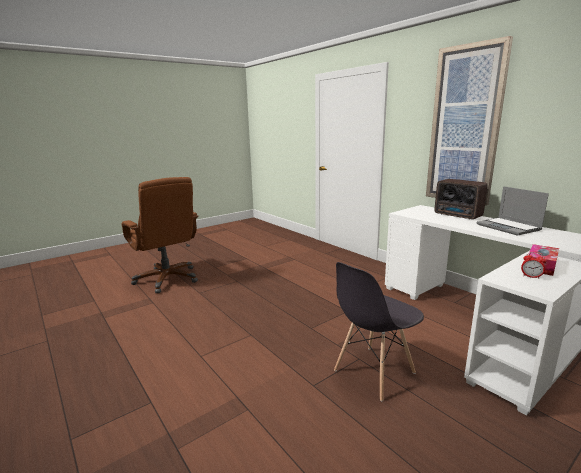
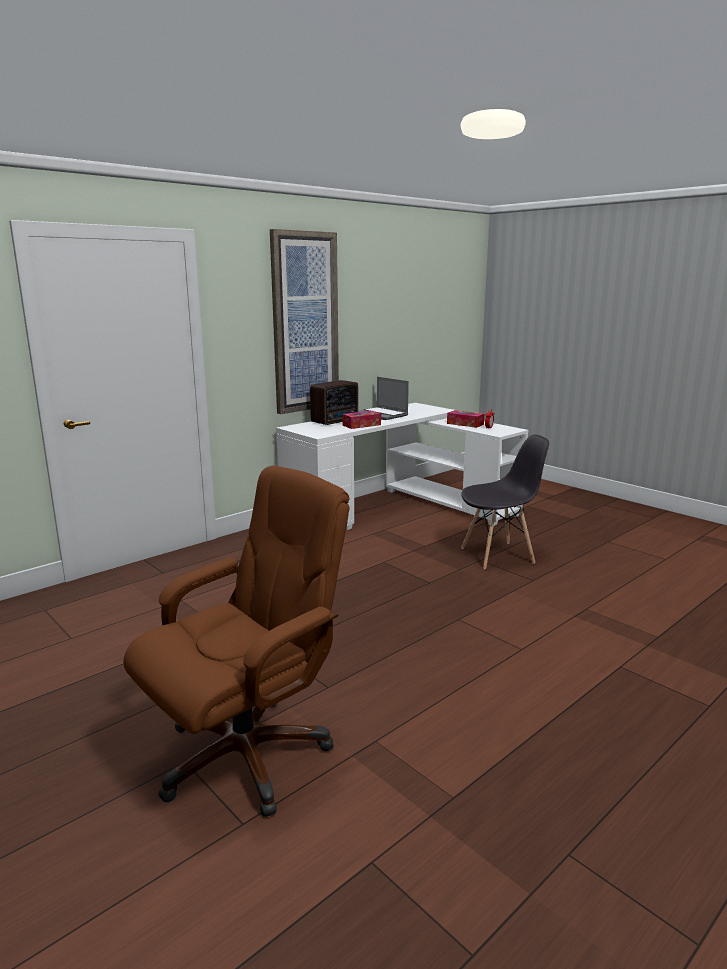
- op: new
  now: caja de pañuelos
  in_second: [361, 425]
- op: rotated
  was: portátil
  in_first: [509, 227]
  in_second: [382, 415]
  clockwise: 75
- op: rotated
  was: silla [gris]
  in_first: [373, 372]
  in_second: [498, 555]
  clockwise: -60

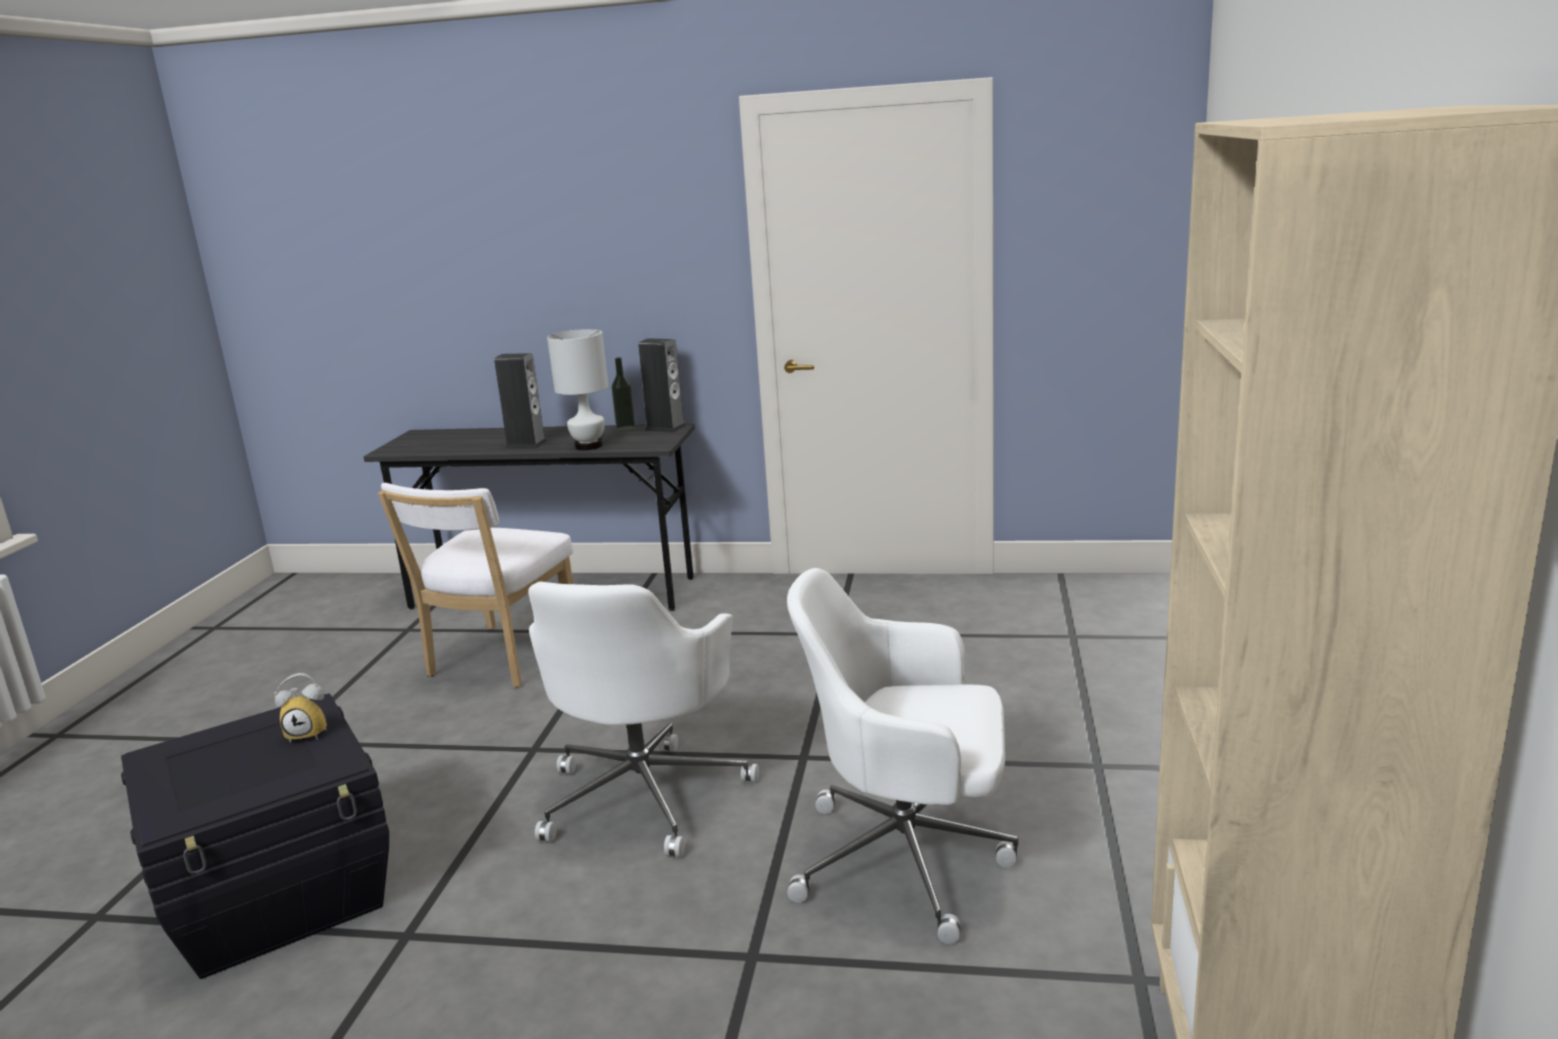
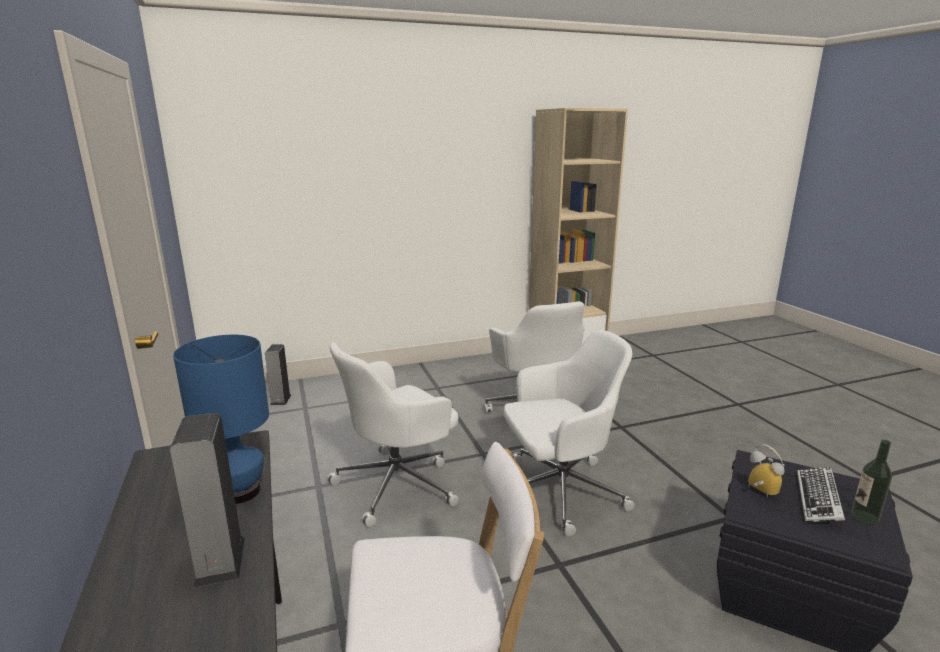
- op: repainted
  was: lámpara de mesa [blanco]
  now: lámpara de mesa [azul]
  in_first: [588, 446]
  in_second: [239, 492]
- op: shifted
  was: altavoz
  in_first: [665, 428]
  in_second: [280, 400]
- op: new
  now: silla de oficina [blanco]
  in_second: [398, 484]
- op: new
  now: teclado
  in_second: [818, 499]
- op: shifted
  was: botella
  in_first: [626, 428]
  in_second: [864, 517]

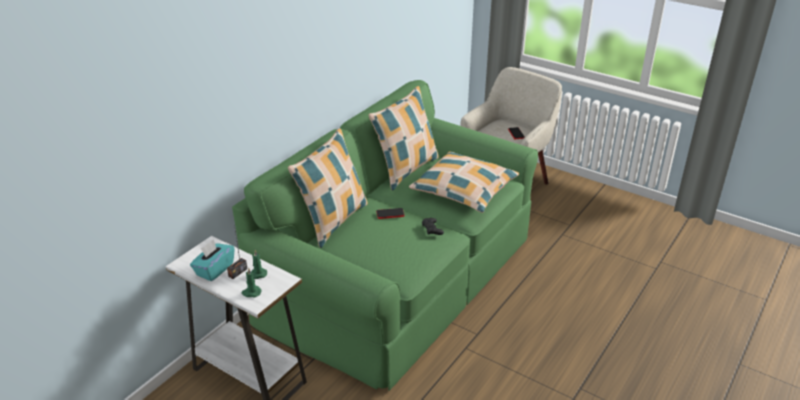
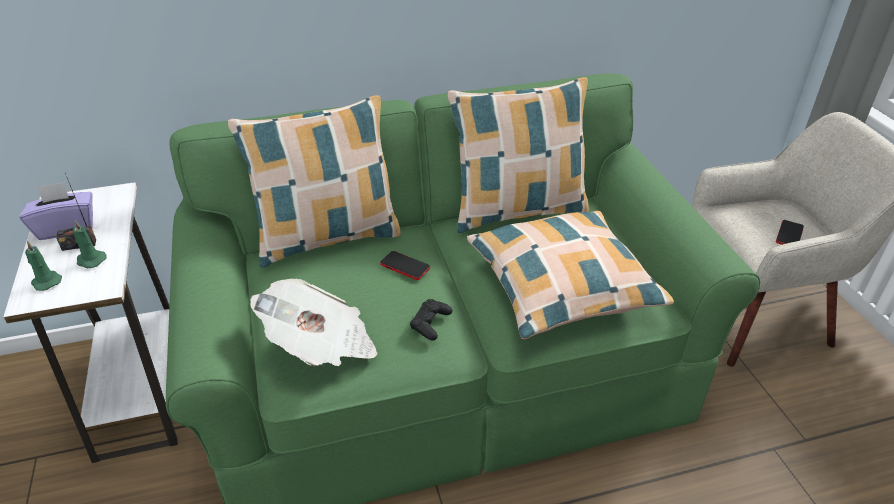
- op: repainted
  was: caja de pañuelos [turquesa]
  now: caja de pañuelos [morado]
  in_first: [214, 270]
  in_second: [66, 227]
- op: new
  now: periódico
  in_second: [321, 345]

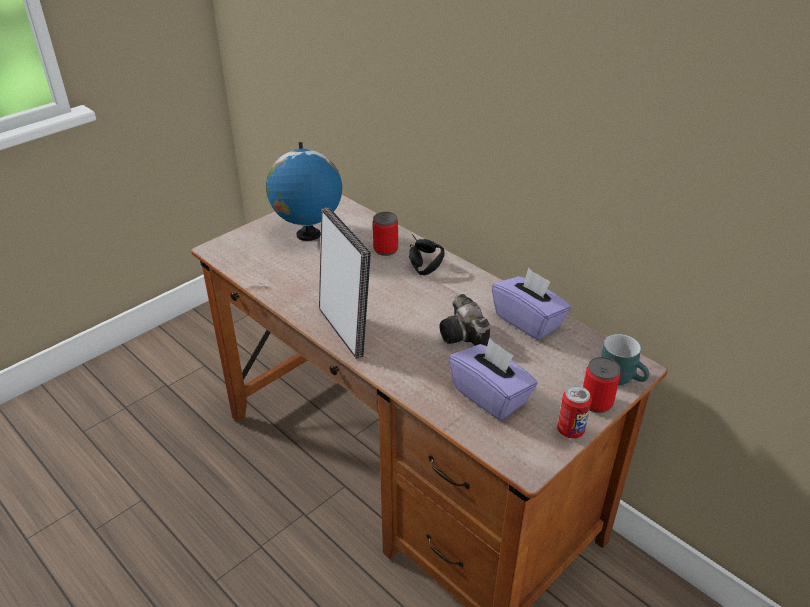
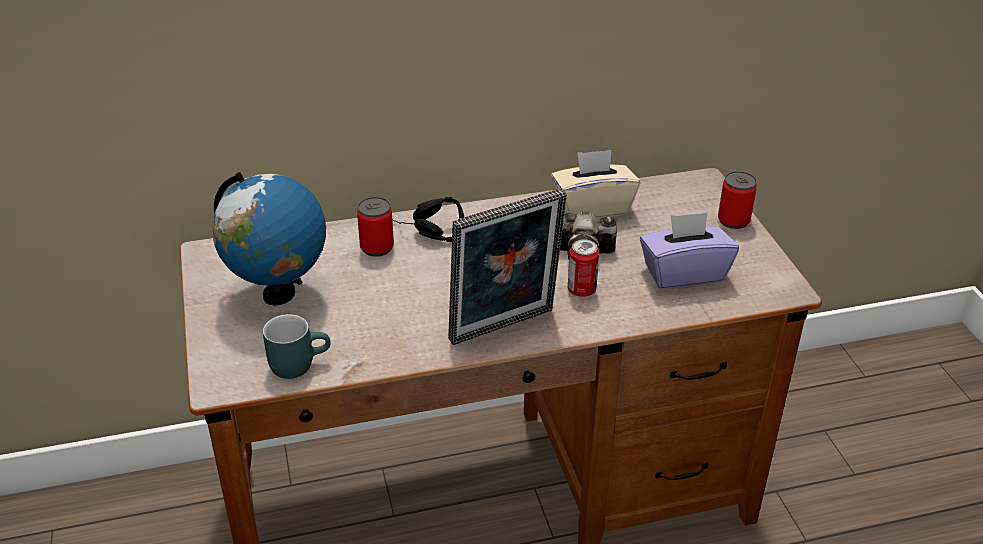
- op: shifted
  was: taza grande [turquesa]
  in_first: [622, 377]
  in_second: [298, 362]
- op: rotated
  was: portarretratos
  in_first: [345, 330]
  in_second: [504, 329]
  clockwise: 150
- op: repainted
  was: caja de pañuelos [morado]
  now: caja de pañuelos [beis]
  in_first: [528, 321]
  in_second: [592, 207]
- op: shifted
  was: lata
  in_first: [570, 430]
  in_second: [581, 290]

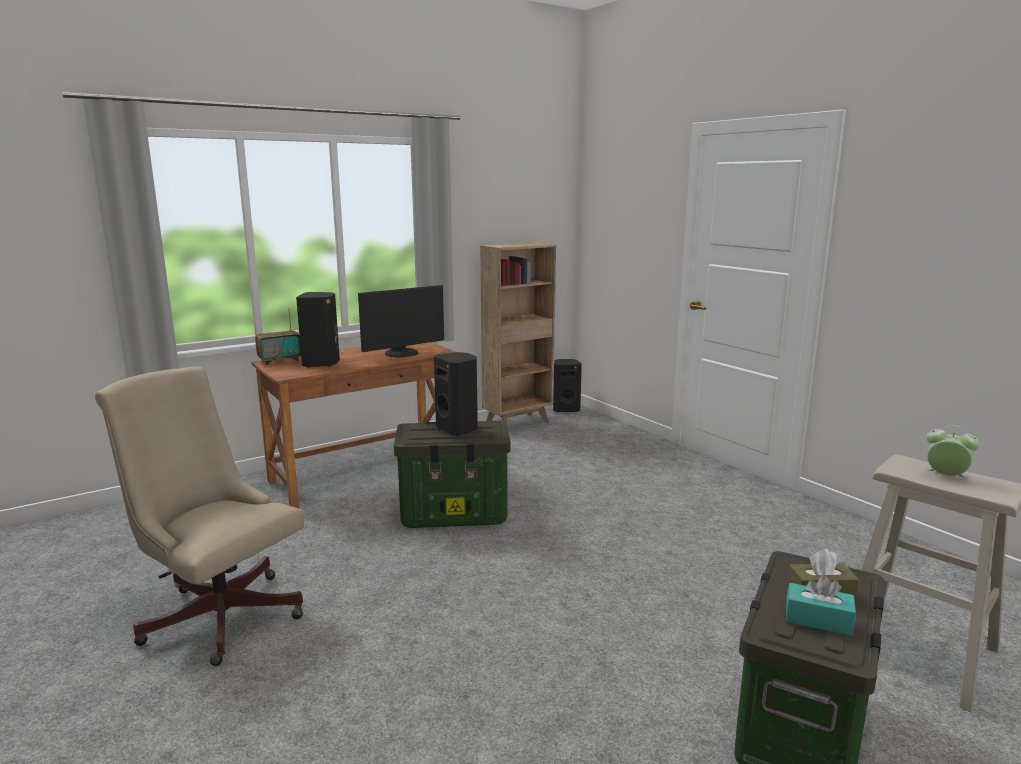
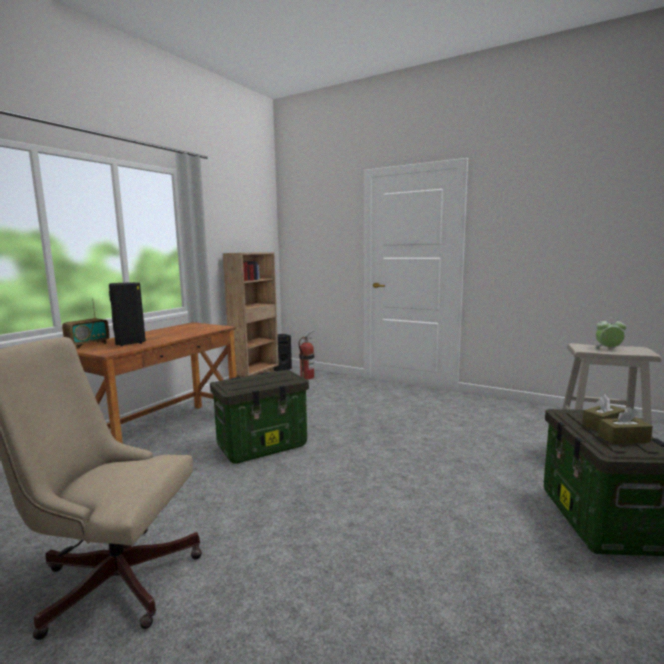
- op: new
  now: extintor
  in_second: [307, 377]
- op: repainted
  was: caja de pañuelos [turquesa]
  now: caja de pañuelos [marrón]
  in_first: [818, 620]
  in_second: [623, 438]
- op: gone
  was: monitor
  in_first: [402, 353]
- op: gone
  was: altavoz [negro]
  in_first: [458, 429]

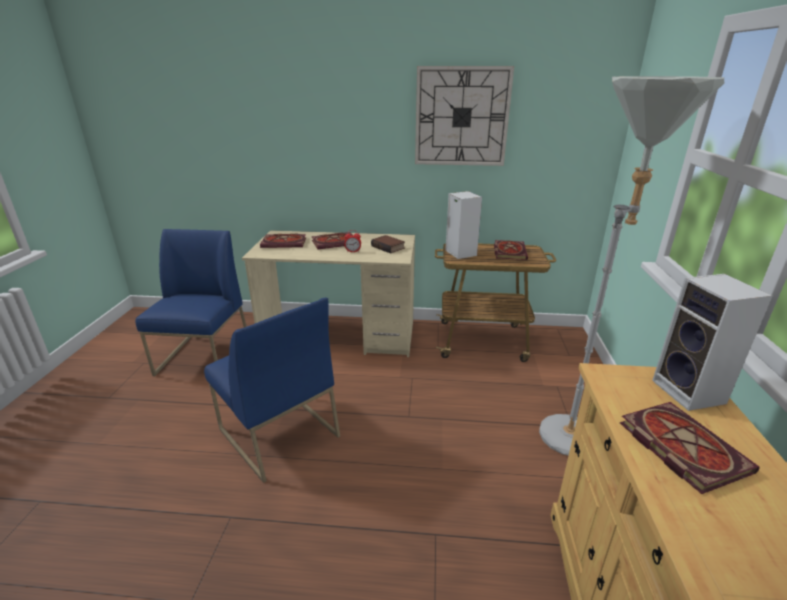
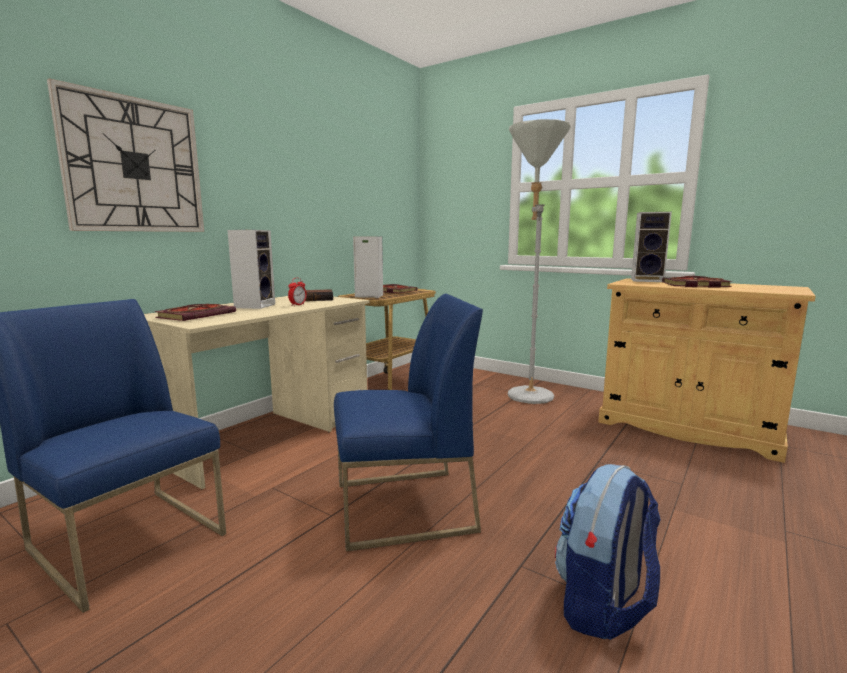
- op: shifted
  was: reloj de pared
  in_first: [461, 117]
  in_second: [134, 165]
- op: swapped
  was: libro
  now: altavoz
  in_first: [335, 242]
  in_second: [255, 306]
- op: new
  now: mochila
  in_second: [603, 605]

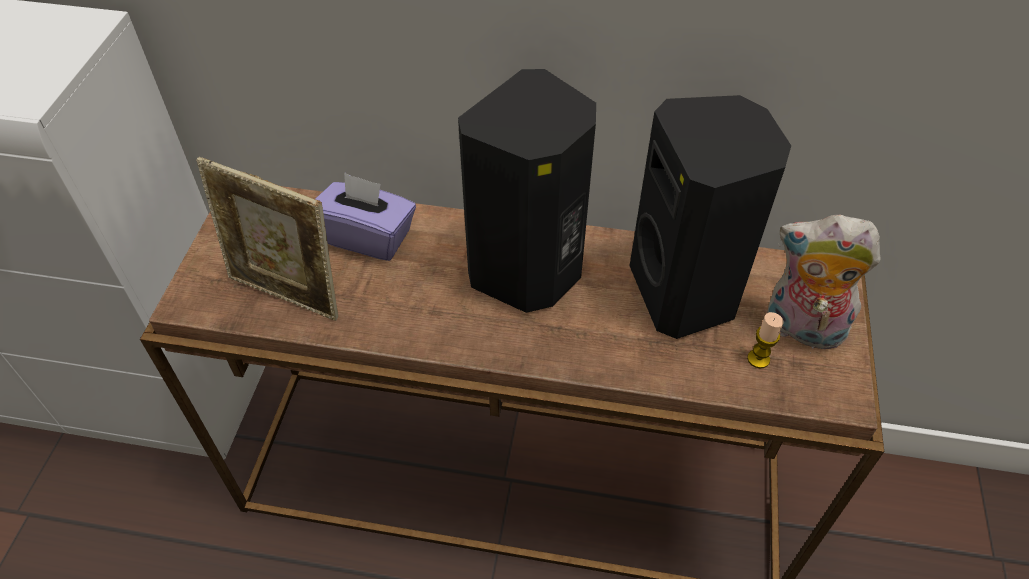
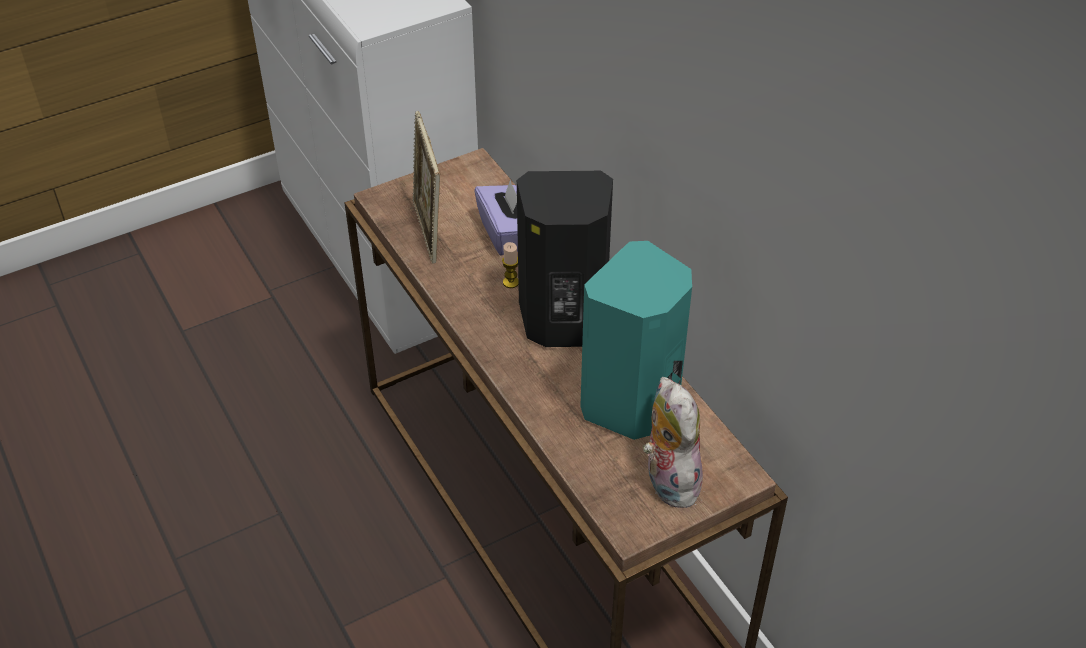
- op: shifted
  was: vela
  in_first: [758, 359]
  in_second: [511, 282]
- op: repainted
  was: altavoz [negro]
  now: altavoz [turquesa]
  in_first: [686, 292]
  in_second: [633, 405]

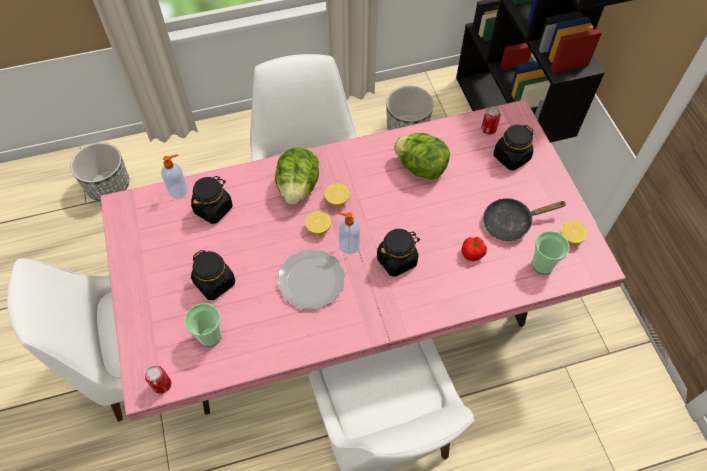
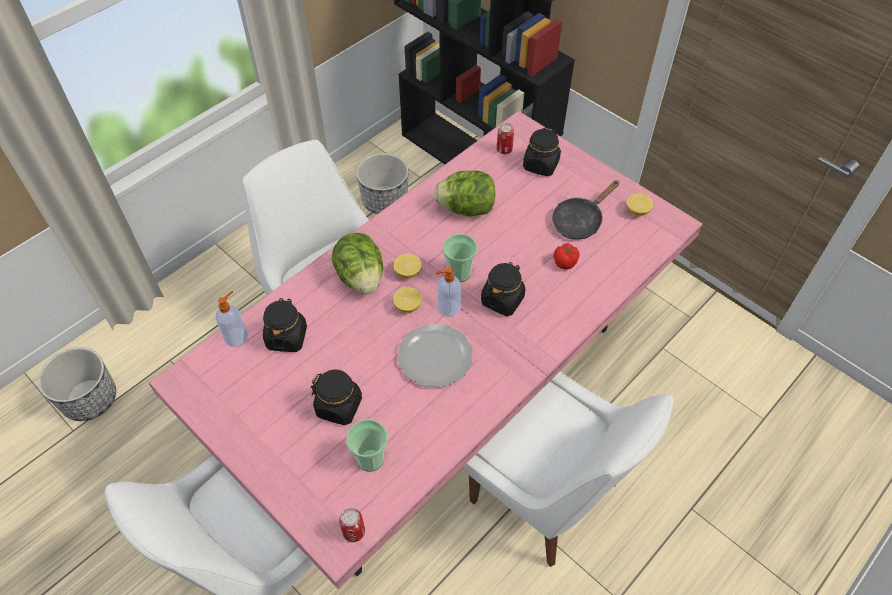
- op: shifted
  was: taza
  in_first: [542, 264]
  in_second: [459, 273]

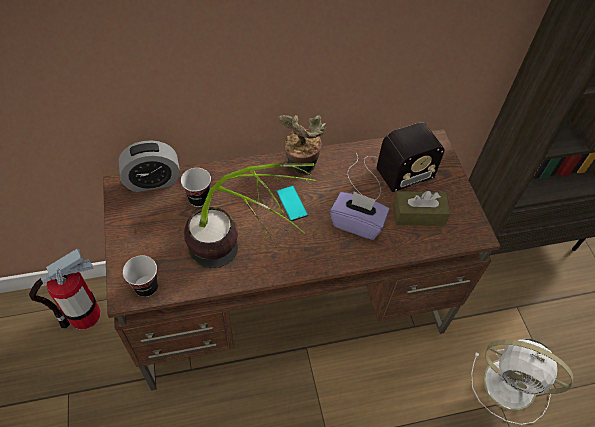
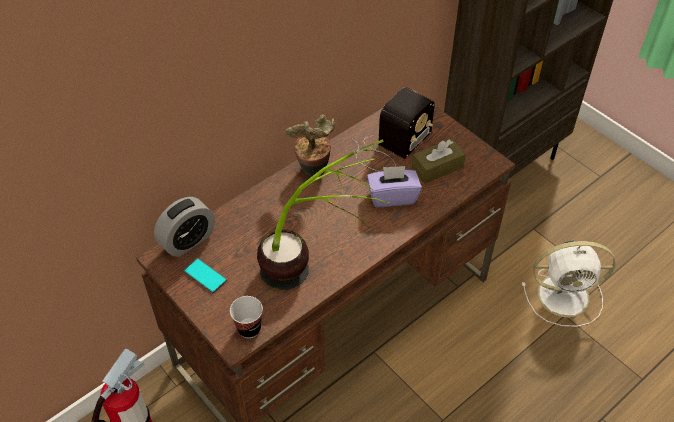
- op: shifted
  was: móvil
  in_first: [291, 203]
  in_second: [205, 276]
- op: gone
  was: taza
  in_first: [199, 199]

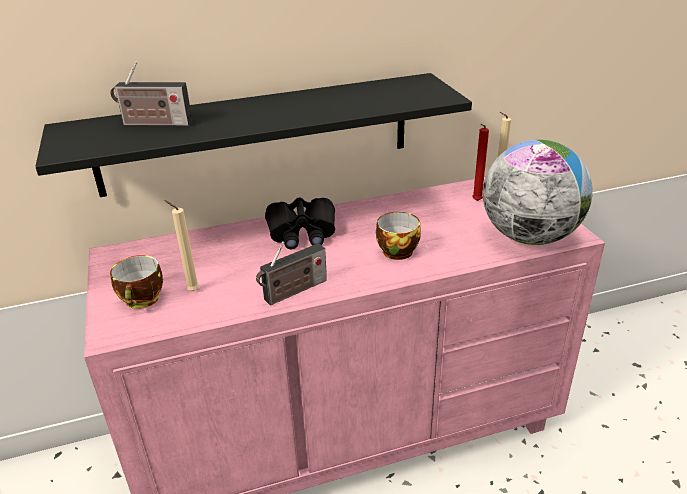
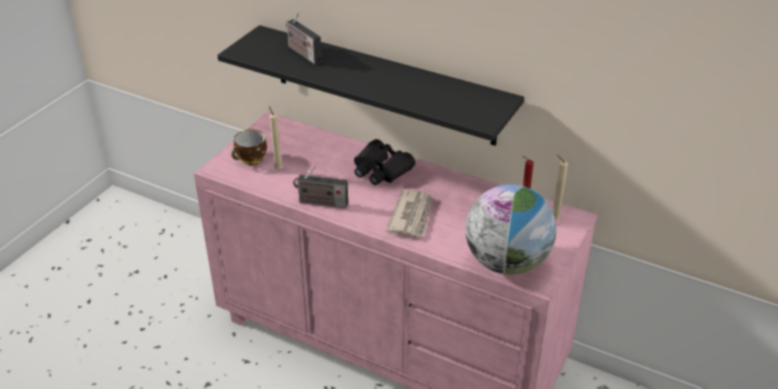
- op: swapped
  was: taza
  now: periódico
  in_first: [396, 250]
  in_second: [411, 216]

